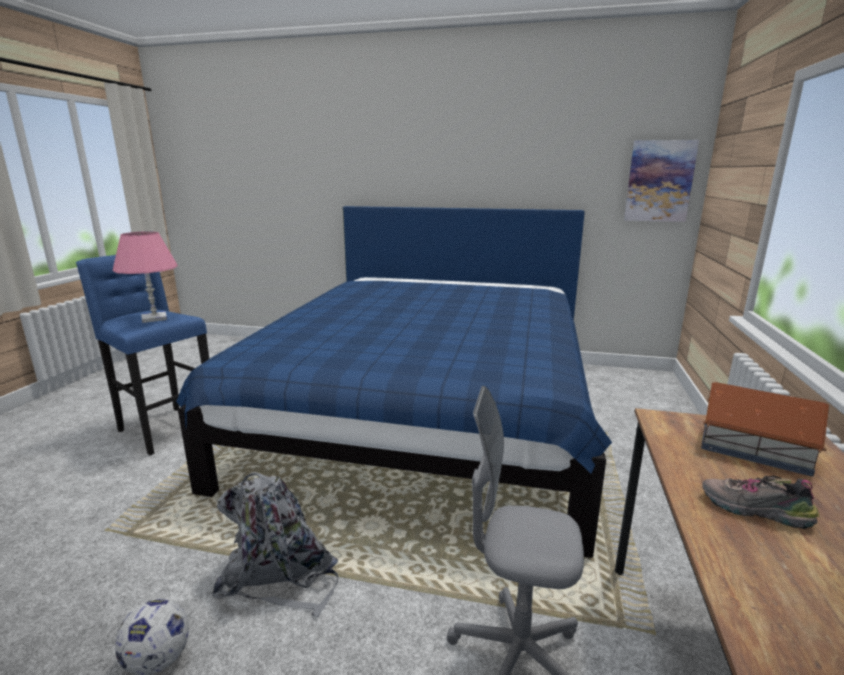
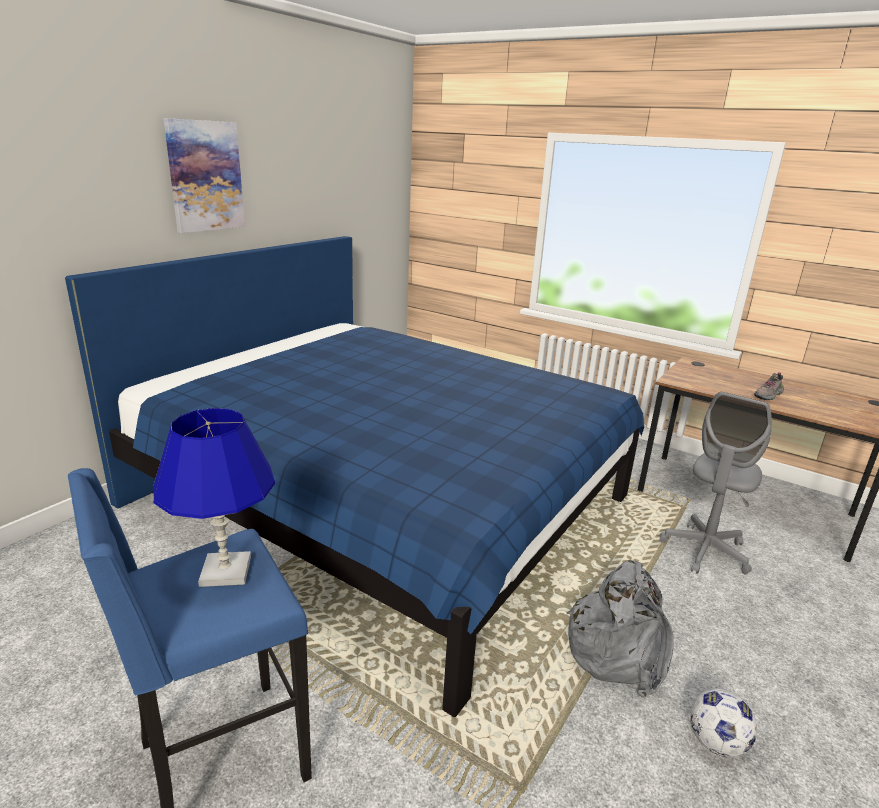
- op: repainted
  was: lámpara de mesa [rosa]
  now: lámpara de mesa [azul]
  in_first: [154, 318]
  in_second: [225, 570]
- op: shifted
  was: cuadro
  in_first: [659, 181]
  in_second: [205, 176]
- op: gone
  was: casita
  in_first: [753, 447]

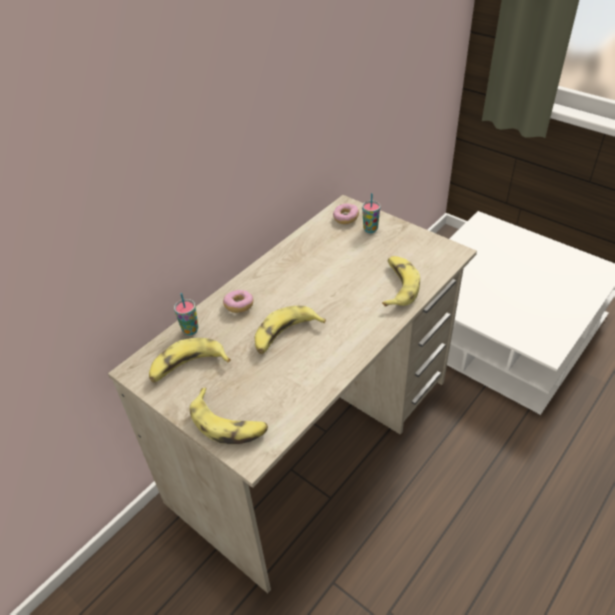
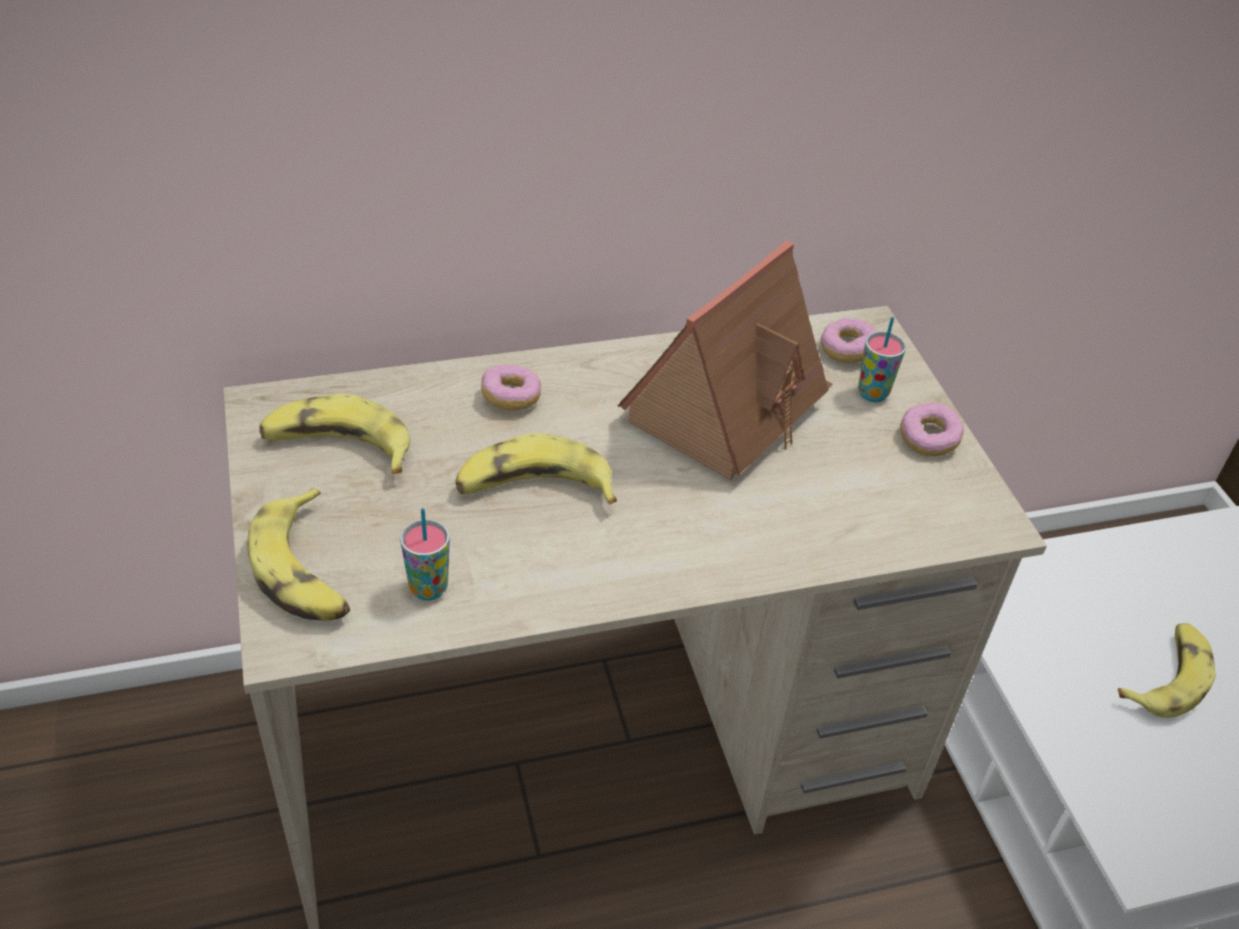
- op: shifted
  was: taza
  in_first: [190, 330]
  in_second: [428, 588]
- op: new
  now: casita
  in_second: [729, 406]
- op: new
  now: rosquilla
  in_second: [928, 439]
- op: shifted
  was: plátano
  in_first: [398, 286]
  in_second: [1166, 678]

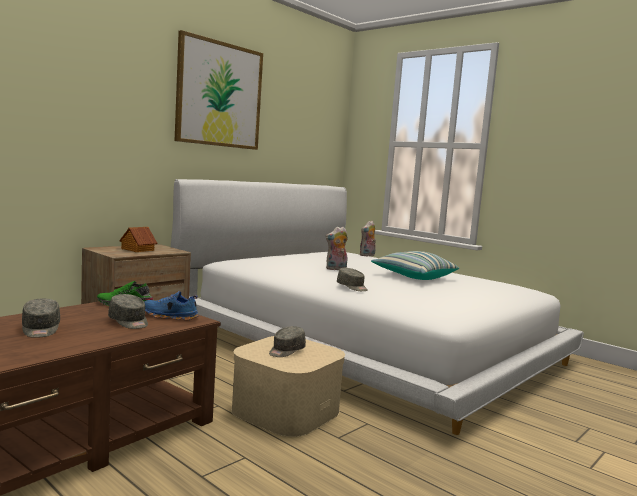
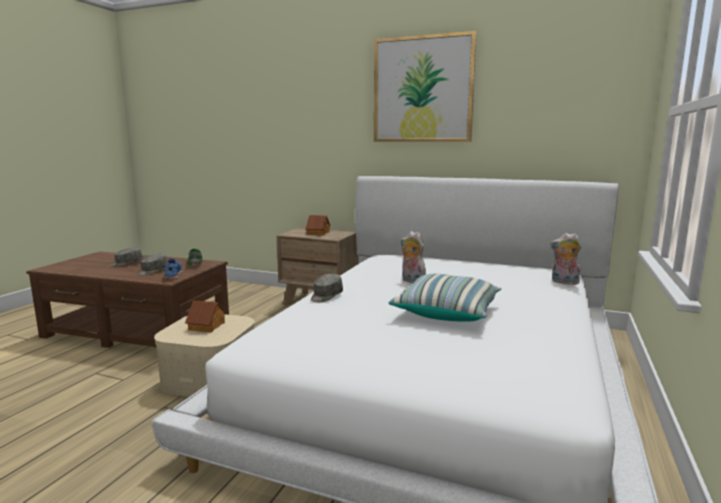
- op: swapped
  was: gorra [gris]
  now: casita
  in_first: [286, 351]
  in_second: [207, 326]

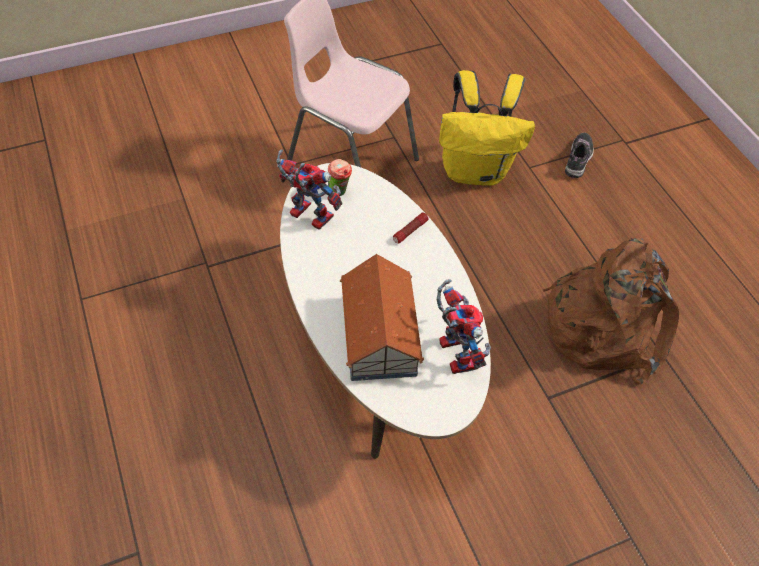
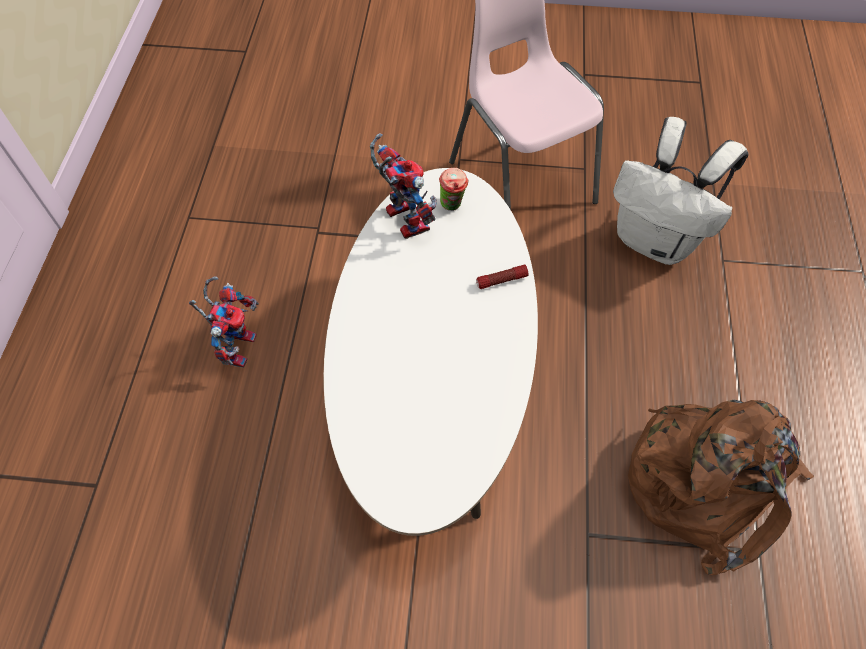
- op: shifted
  was: robot de juguete
  in_first: [453, 351]
  in_second: [237, 344]
- op: repainted
  was: mochila [amarillo]
  now: mochila [blanco]
  in_first: [476, 171]
  in_second: [656, 240]
- op: gone
  was: casita
  in_first: [380, 333]
- op: gone
  was: zapato
  in_first: [578, 159]

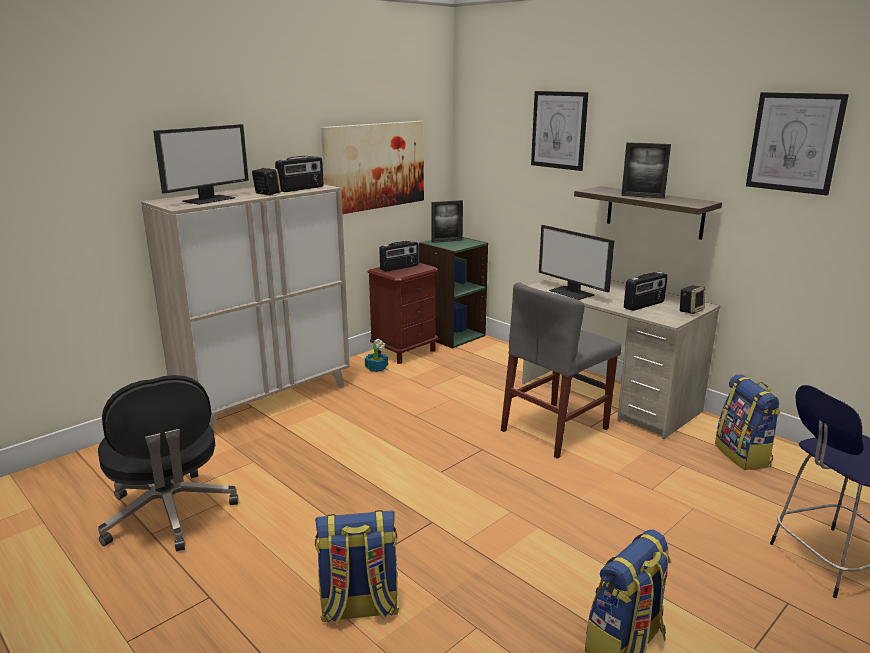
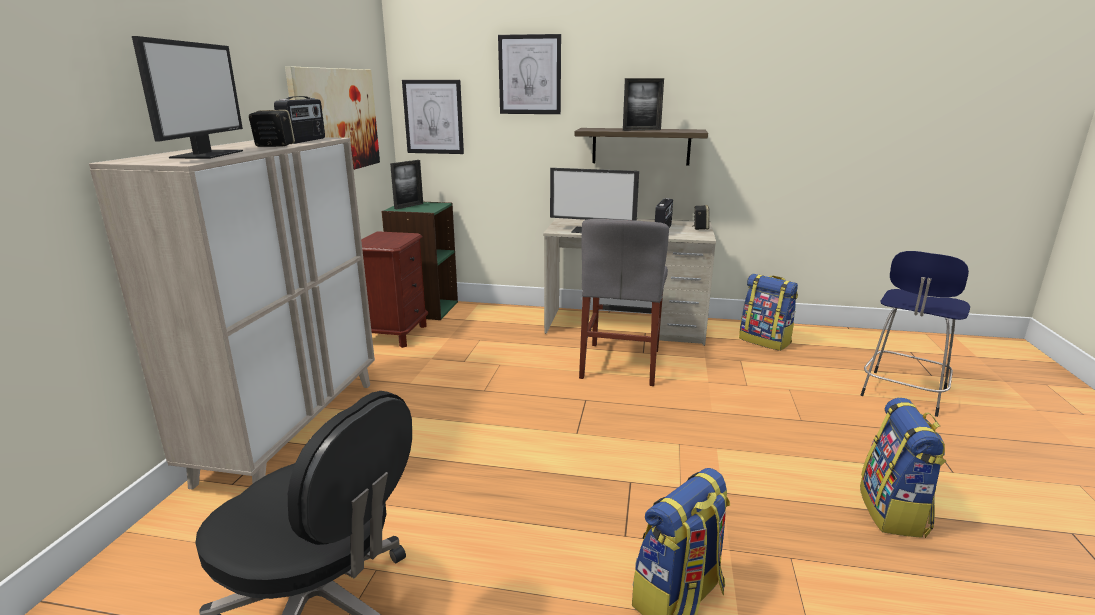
- op: shifted
  was: cuadro
  in_first: [794, 142]
  in_second: [433, 117]
- op: gone
  was: planta en maceta
  in_first: [376, 368]
- op: gone
  was: radio
  in_first: [399, 267]

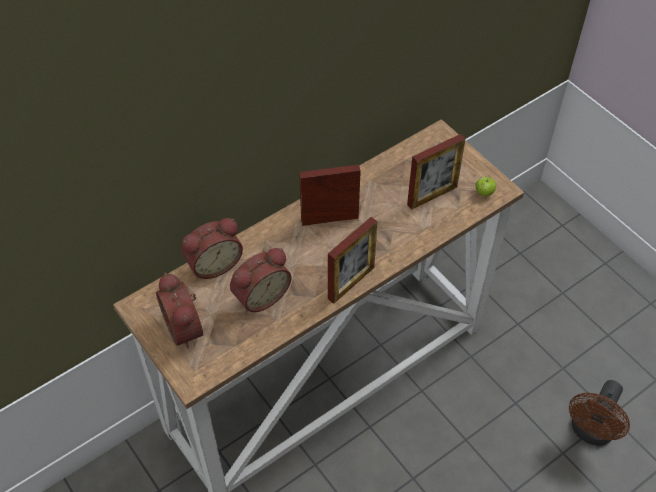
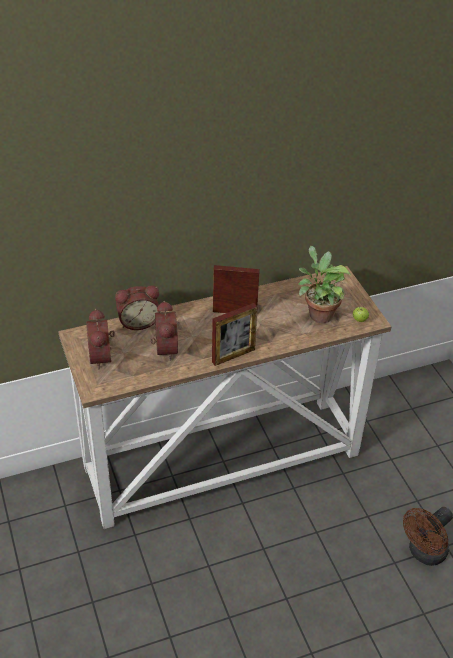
- op: rotated
  was: despertador
  in_first: [260, 295]
  in_second: [163, 348]
  clockwise: -75
- op: swapped
  was: portarretratos
  now: planta en maceta
  in_first: [432, 195]
  in_second: [318, 313]

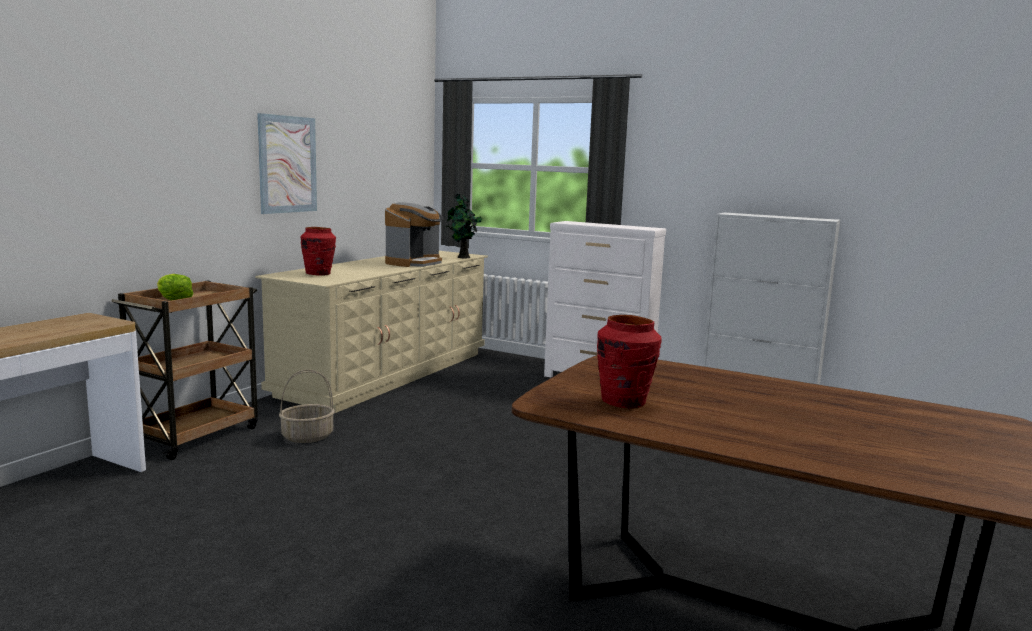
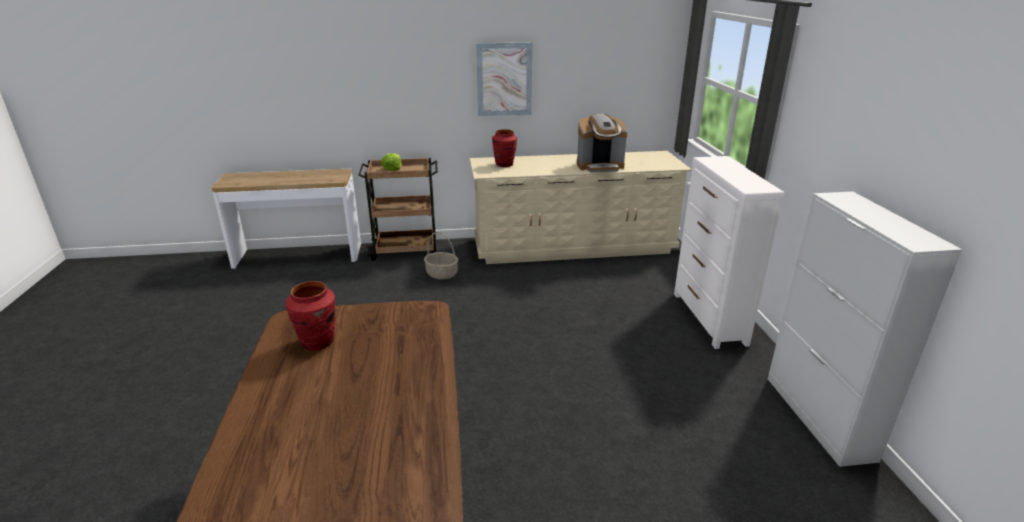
- op: gone
  was: planta en maceta
  in_first: [463, 257]

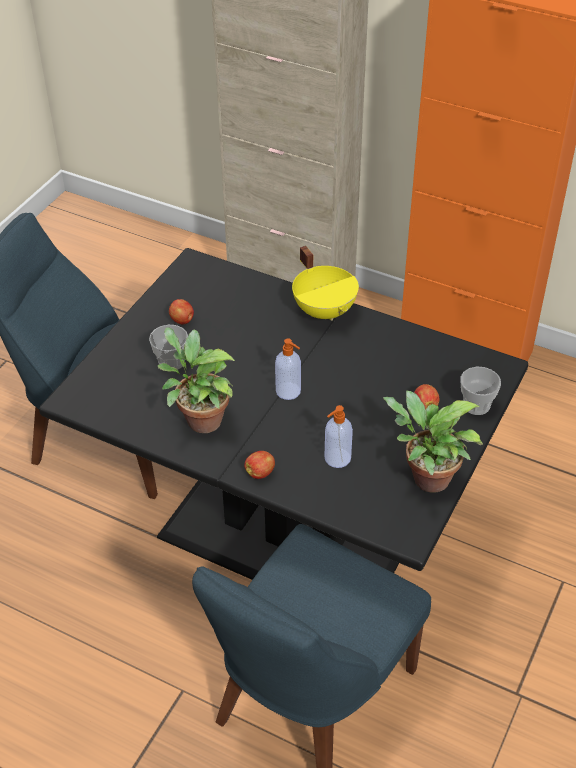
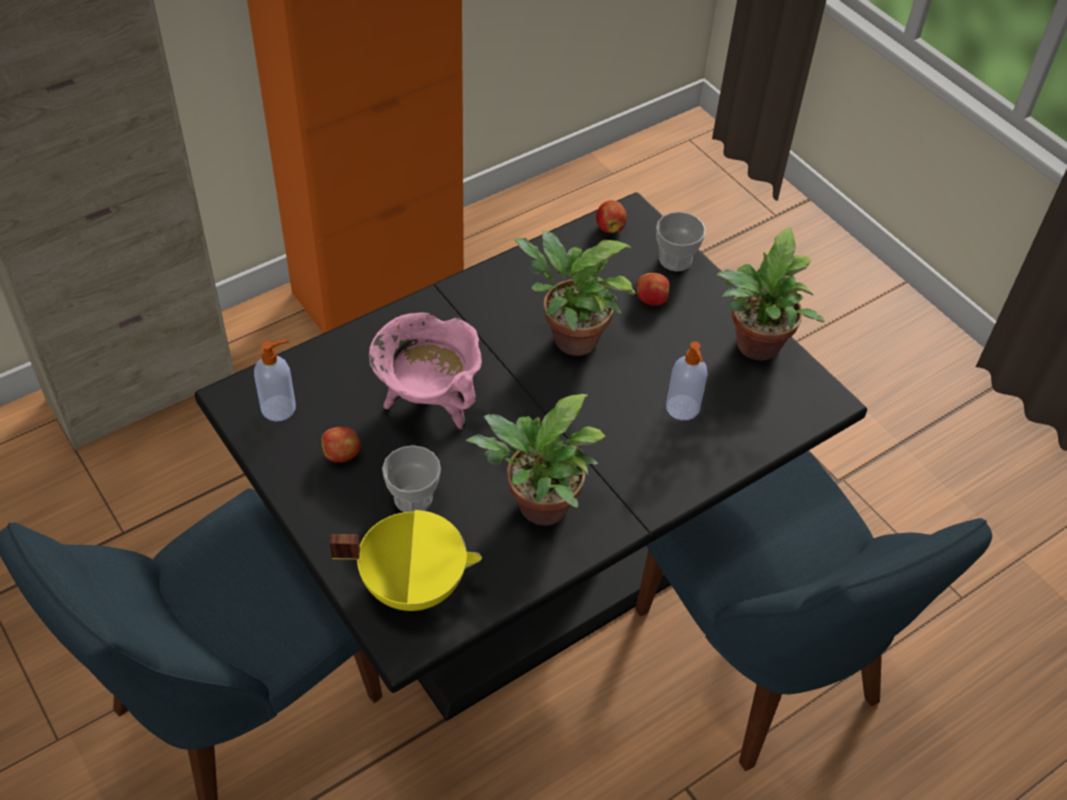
- op: shifted
  was: dispensador de jabón
  in_first: [289, 391]
  in_second: [280, 408]
- op: shifted
  was: olla [amarillo]
  in_first: [325, 310]
  in_second: [413, 583]
- op: new
  now: olla [rosa]
  in_second: [429, 402]
- op: new
  now: planta en maceta
  in_second: [569, 340]
- op: shifted
  was: manzana
  in_first: [260, 473]
  in_second: [609, 227]

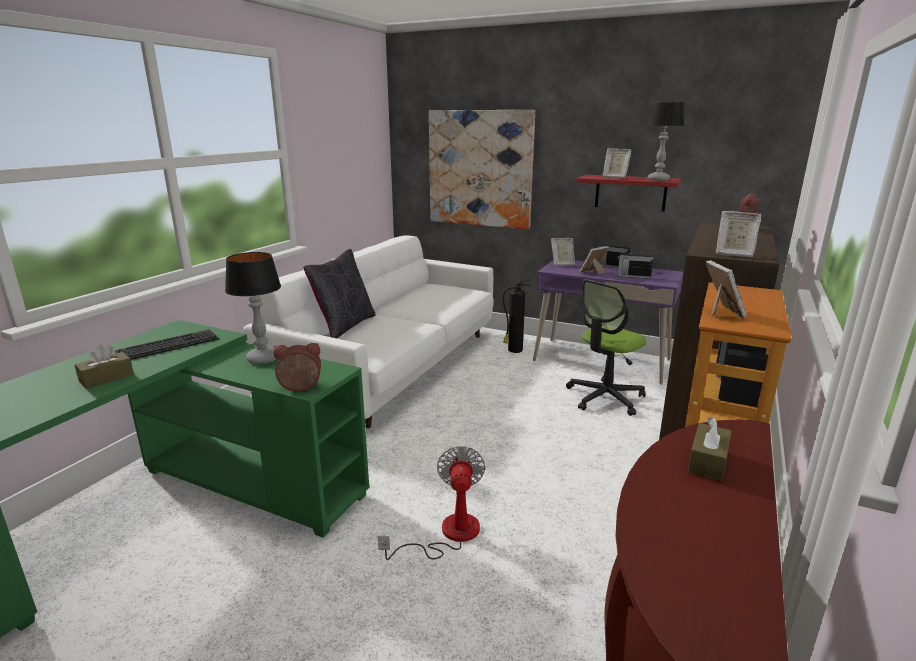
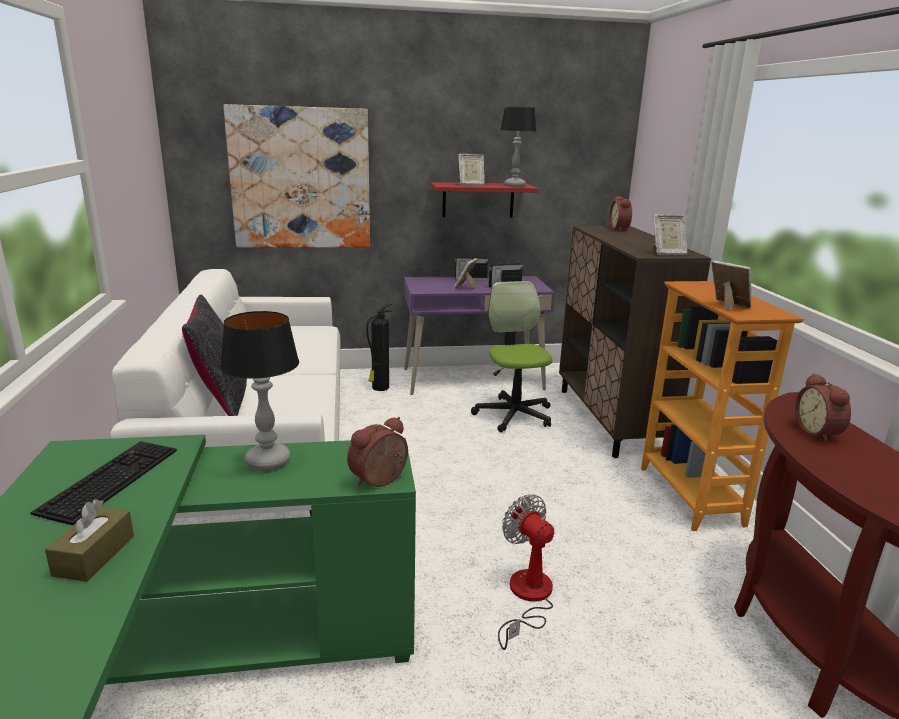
- op: rotated
  was: silla de oficina
  in_first: [605, 397]
  in_second: [514, 415]
  clockwise: 150
- op: swapped
  was: caja de pañuelos [marrón]
  now: despertador
  in_first: [708, 461]
  in_second: [819, 432]
- op: gone
  was: portarretratos
  in_first: [562, 264]

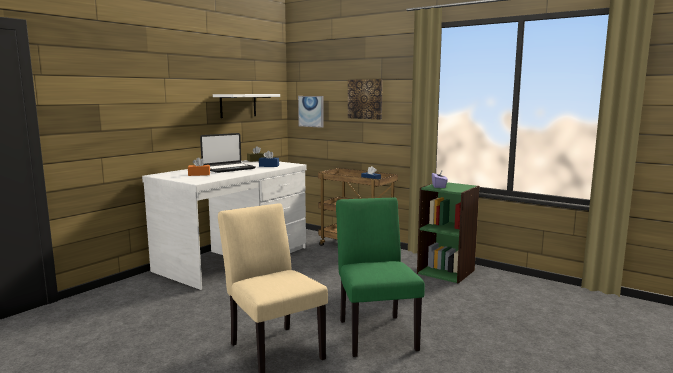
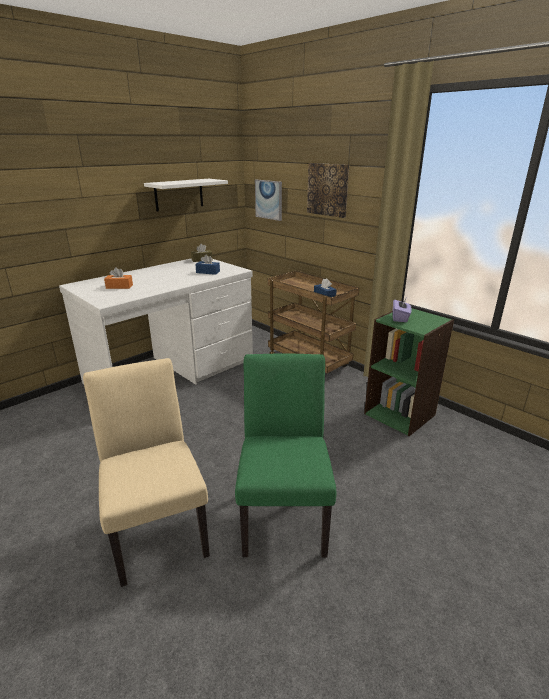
- op: gone
  was: portátil
  in_first: [228, 168]

